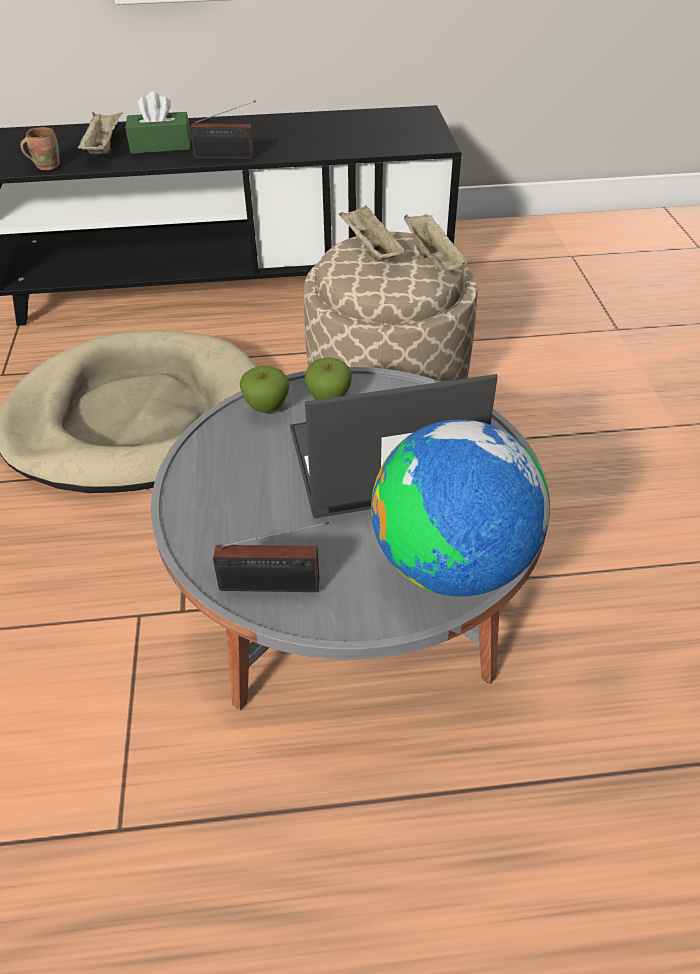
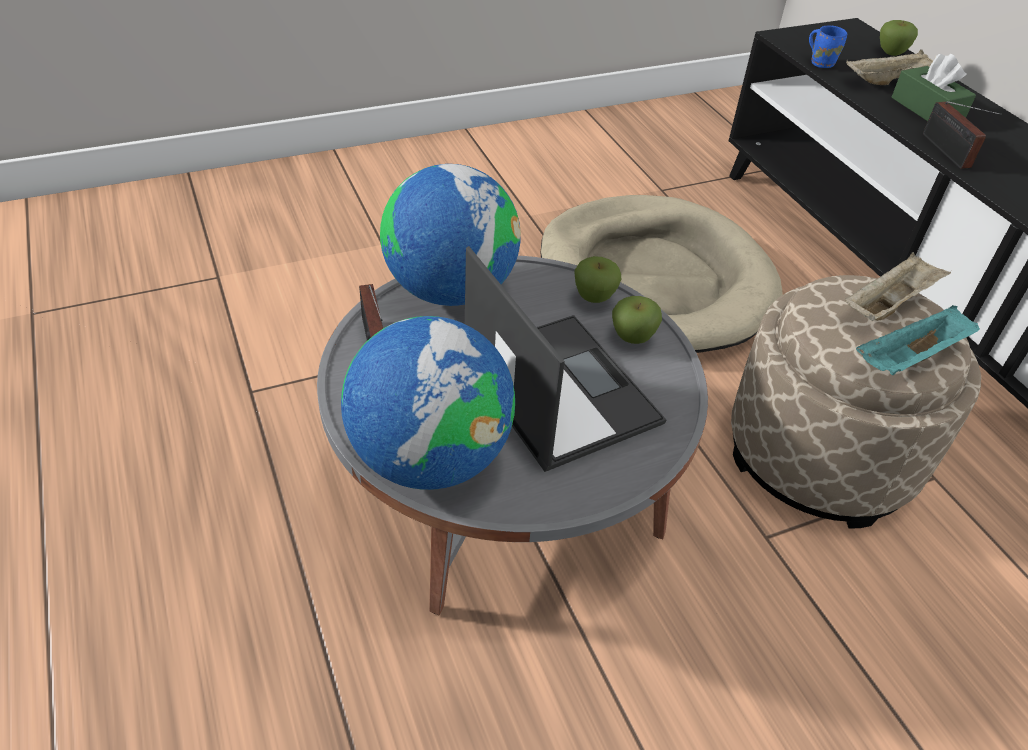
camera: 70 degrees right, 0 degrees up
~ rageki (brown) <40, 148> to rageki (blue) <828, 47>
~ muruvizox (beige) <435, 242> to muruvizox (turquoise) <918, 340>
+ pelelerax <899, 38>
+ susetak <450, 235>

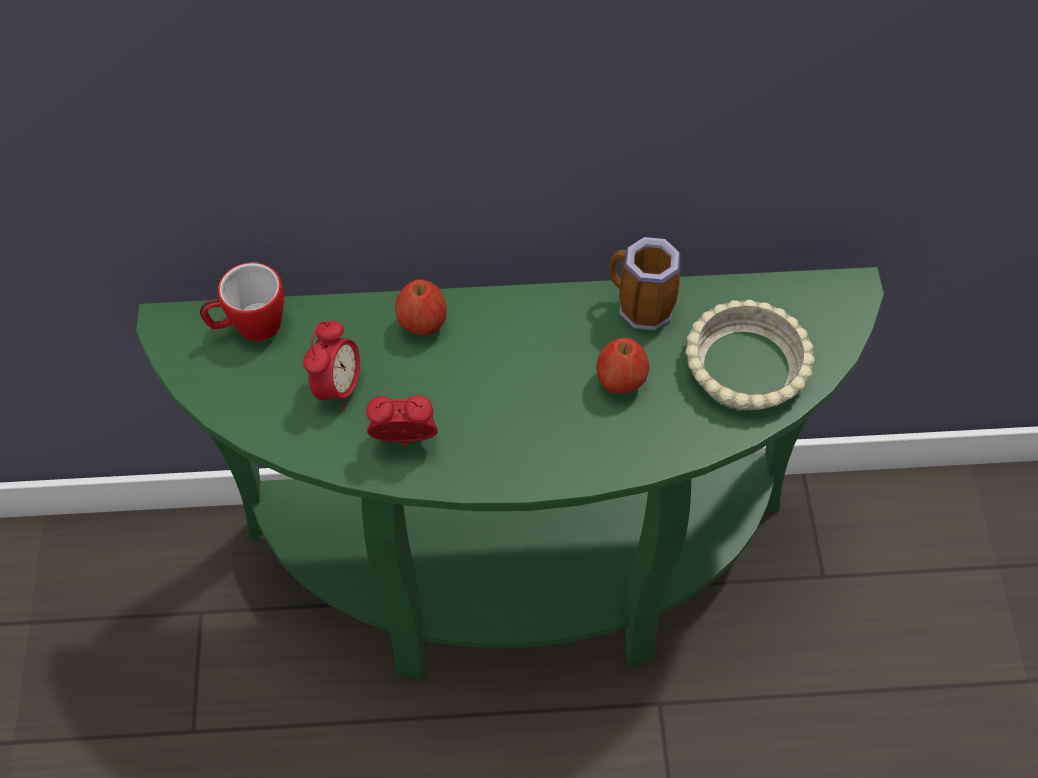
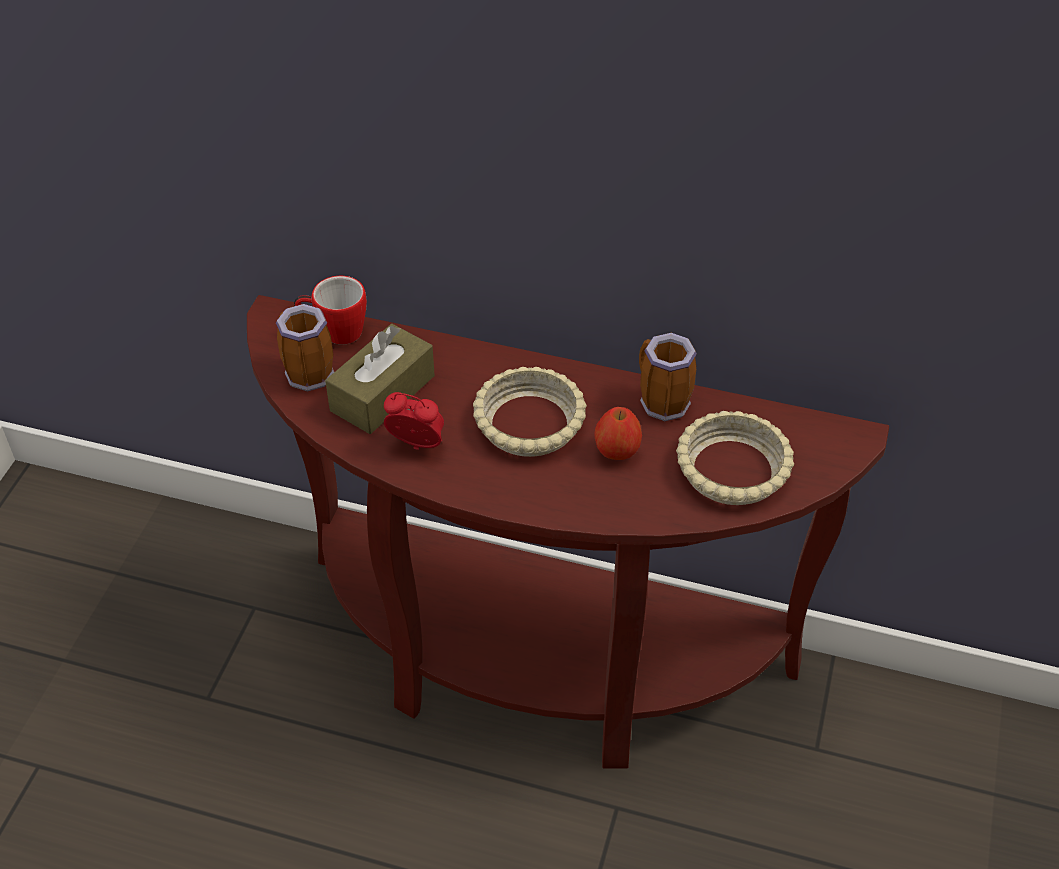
camera: 20 degrees right, 10 degrees down
~ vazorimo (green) <510, 473> to vazorimo (brown) <568, 531>
- pelelerax <421, 307>
~ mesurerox <332, 365> to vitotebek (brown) <380, 379>
+ rageki <305, 347>
+ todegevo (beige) <530, 412>

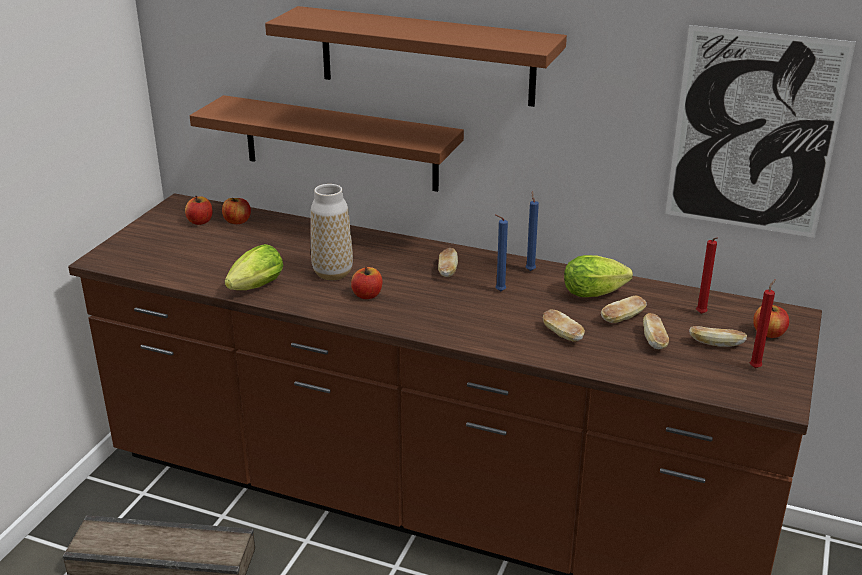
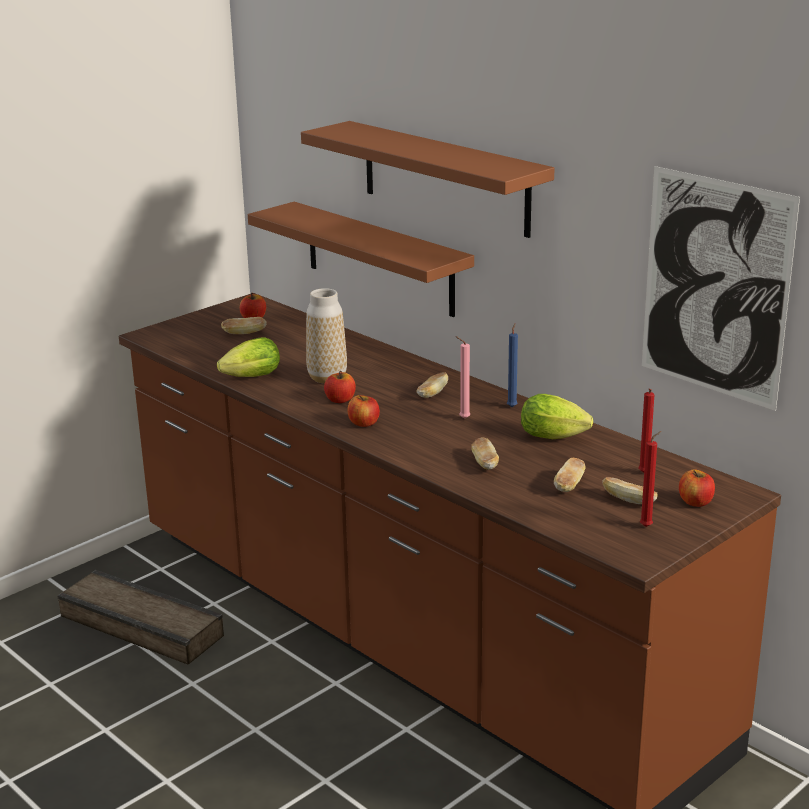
camera: 25 degrees right, 5 degrees down
~ pelelerax <236, 211> to <363, 411>
~ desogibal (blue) <501, 252> to desogibal (pink) <462, 377>
~ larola <624, 309> to <244, 325>

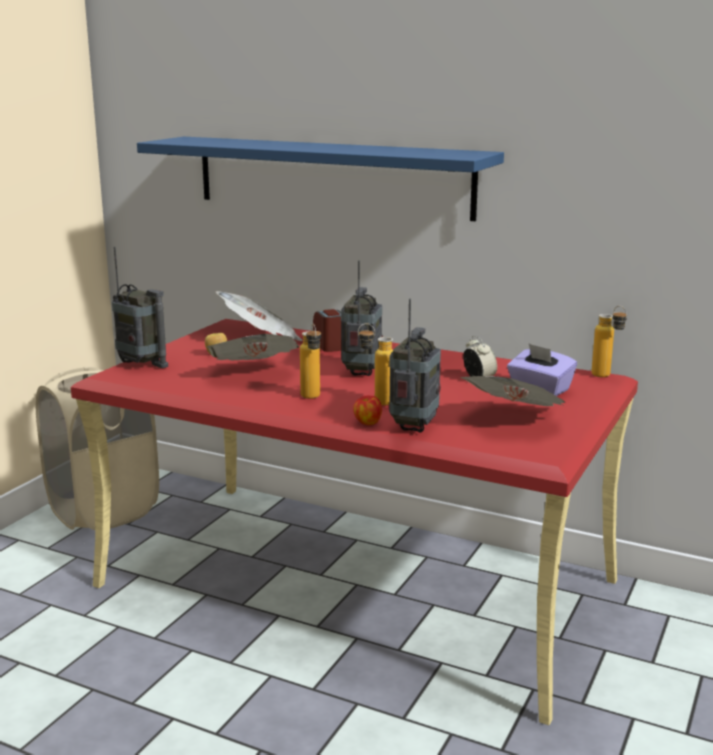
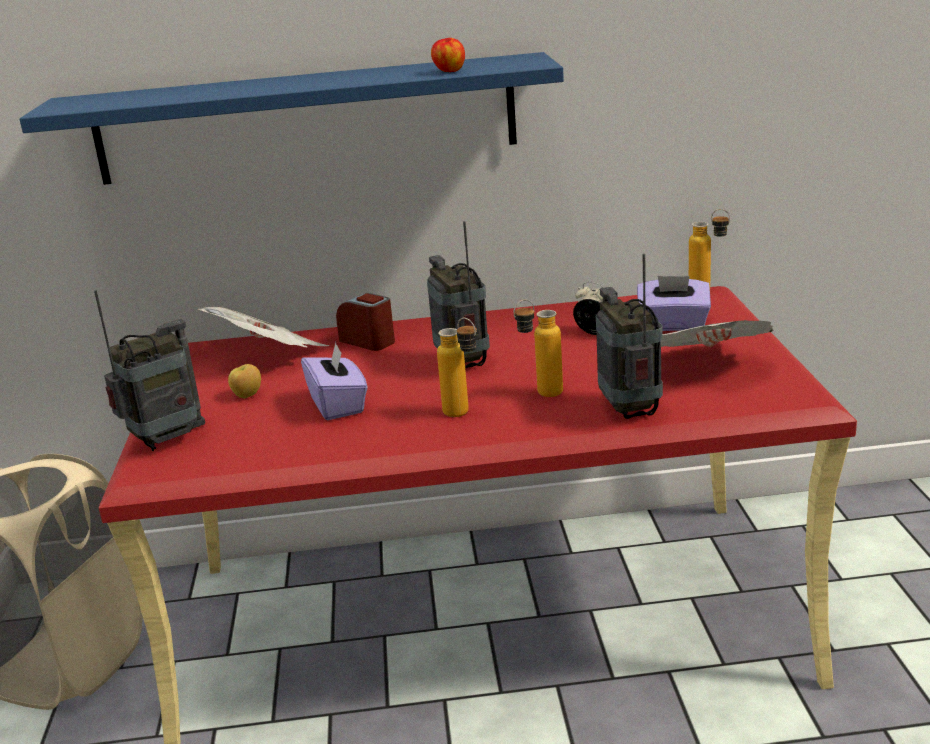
camera: 30 degrees left, 5 degrees up
~ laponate <140, 307> = <149, 370> 45 degrees counterclockwise
~ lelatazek <253, 347> to vitotebek (purple) <334, 381>
~ pelelerax <367, 411> to <448, 55>

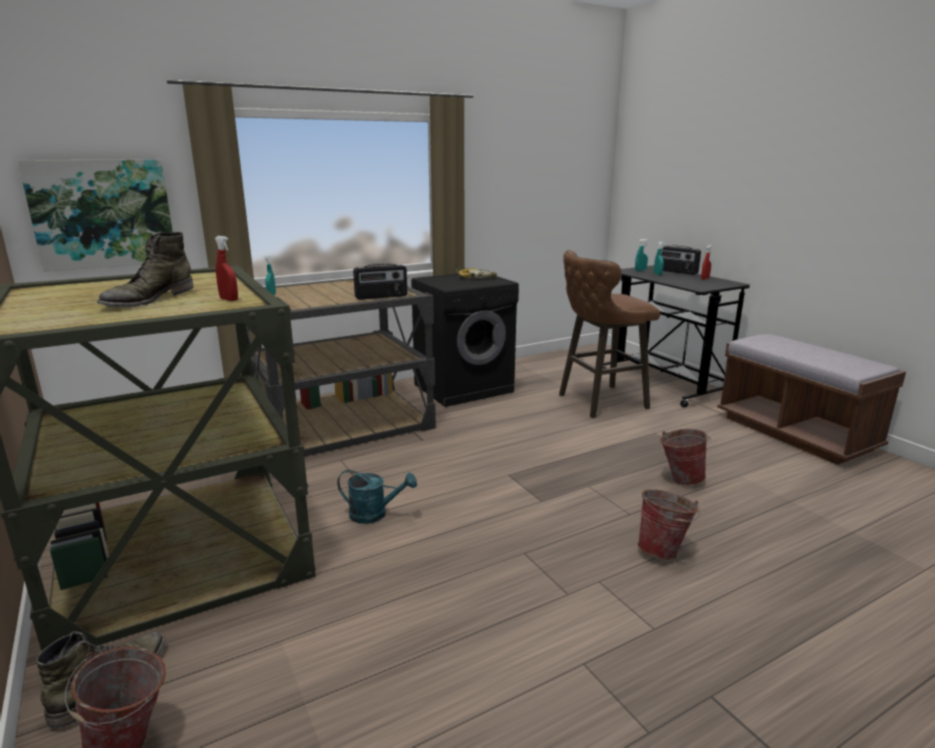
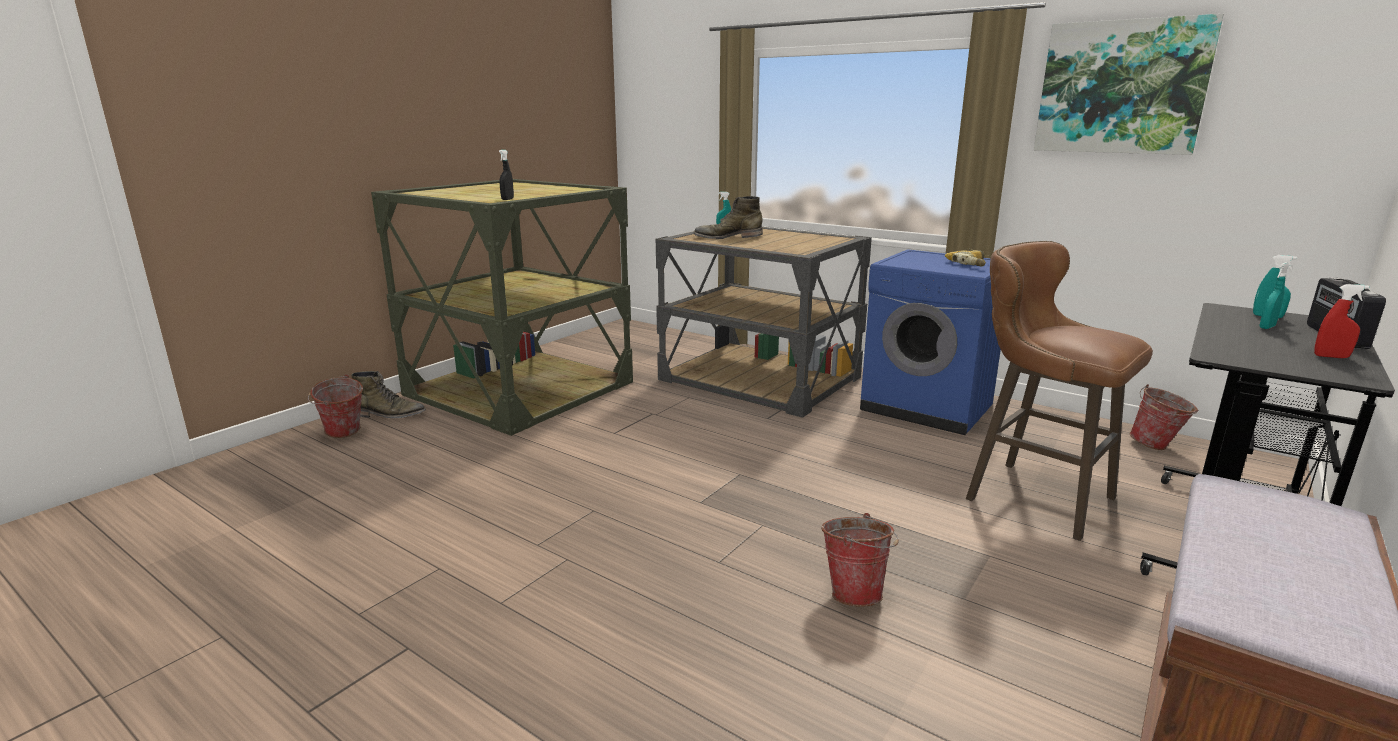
camera: 65 degrees right, 0 degrees up
~ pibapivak <95, 215> to <1129, 84>
~ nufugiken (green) <145, 269> to <728, 217>
~ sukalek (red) <226, 268> to sukalek (black) <506, 175>
- laponate <380, 282>
~ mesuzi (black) <465, 340> to mesuzi (blue) <930, 342>
- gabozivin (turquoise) <377, 497>
~ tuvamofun <669, 524> to <1163, 417>

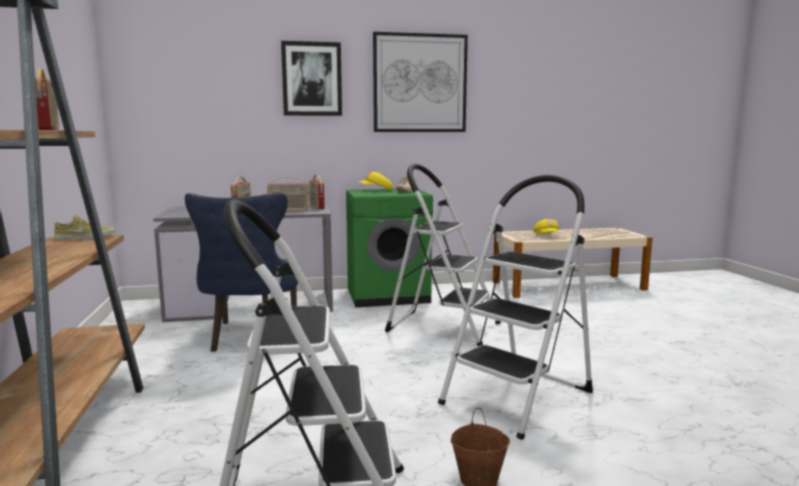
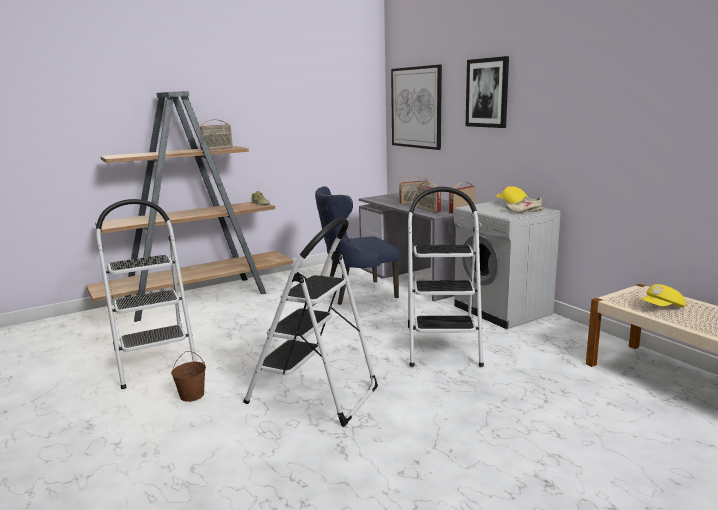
camera: 70 degrees right, 5 degrees up
~ pibapivak <420, 82> to <416, 107>
~ mesuzi (green) <389, 248> to mesuzi (white) <507, 264>

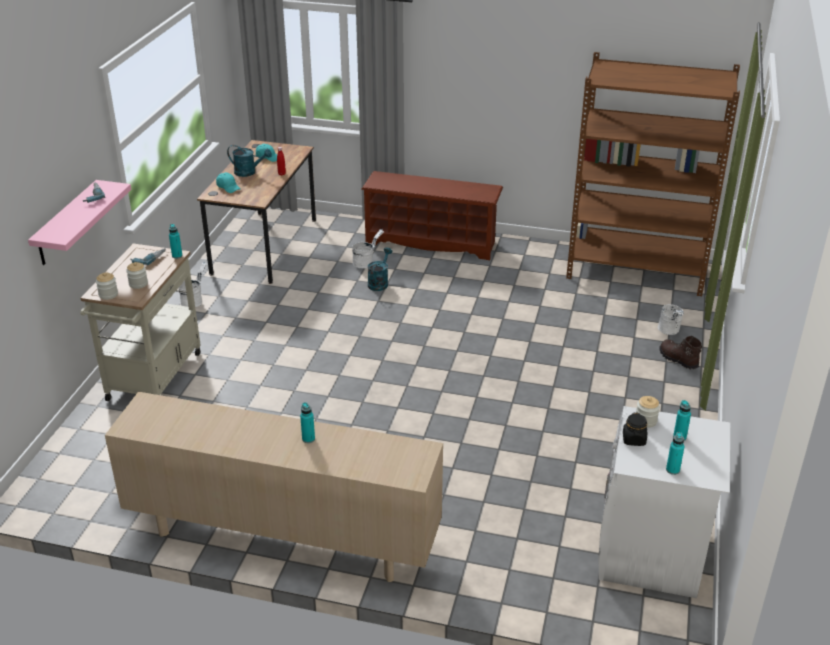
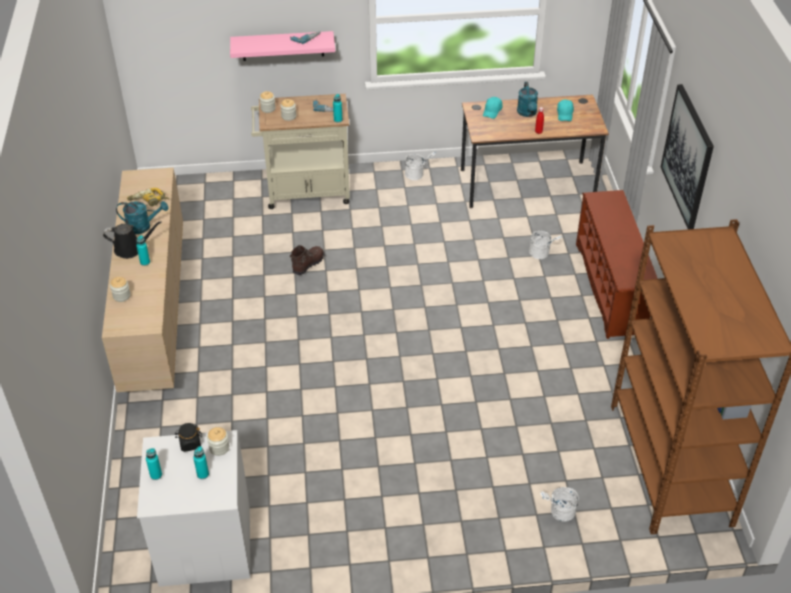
camera: 70 degrees right, 10 degrees up
~ gabozivin (turquoise) <380, 269> to <142, 217>
~ nufugiken (brown) <680, 352> to <307, 260>
+ pibapivak <687, 156>
+ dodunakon <148, 197>
+ gabozivin (black) <132, 240>
+ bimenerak <120, 289>

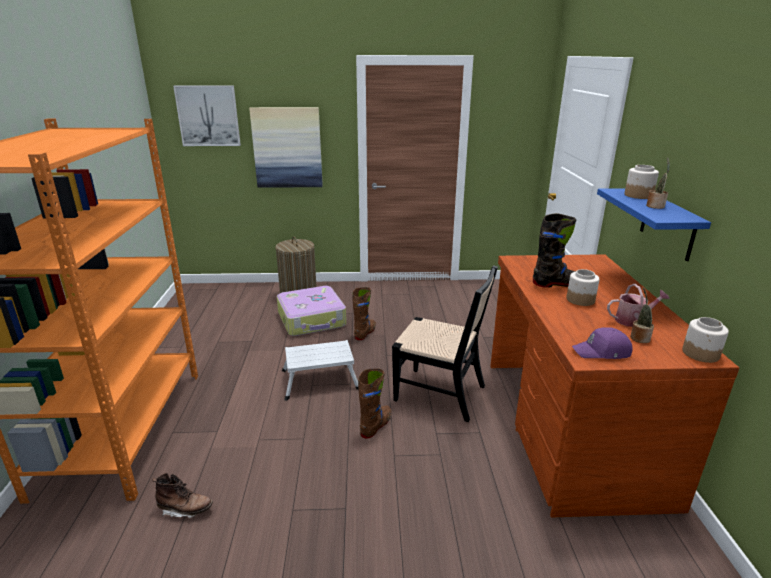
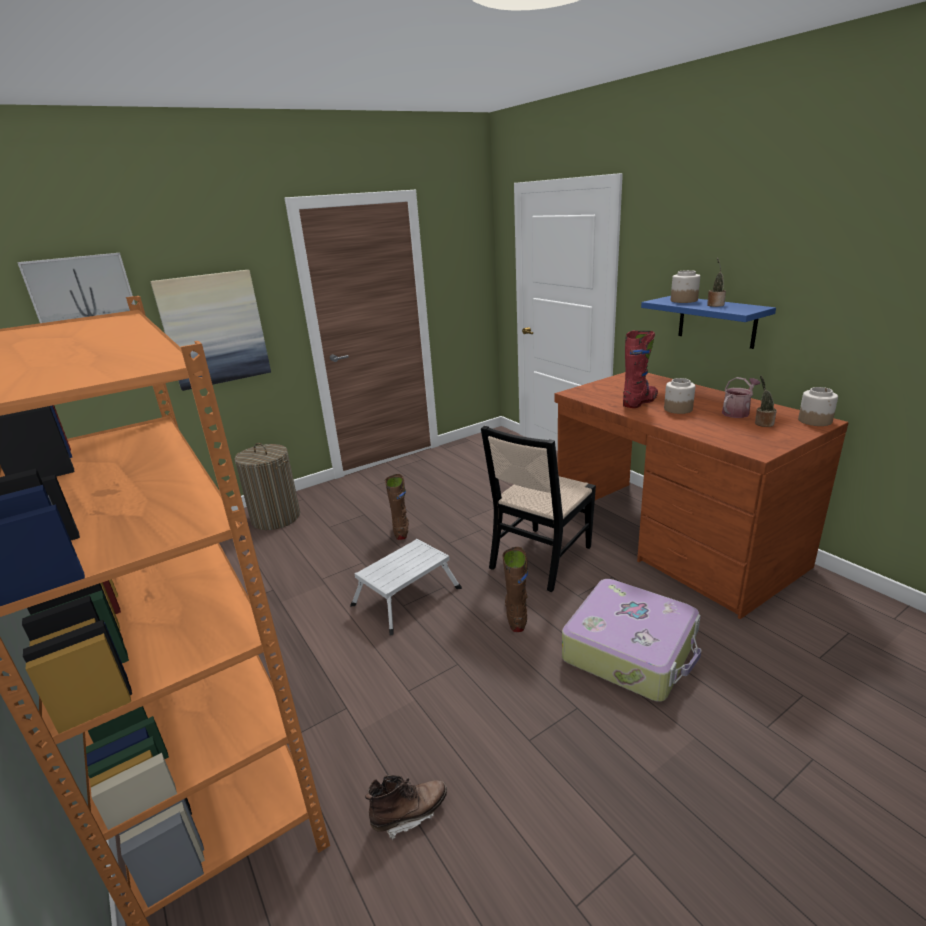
camera: 30 degrees left, 0 degrees up
~ nufugiken (black) <554, 250> to nufugiken (red) <640, 369>
~ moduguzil <445, 343> = <538, 509> 135 degrees clockwise
~ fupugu <312, 311> to <632, 640>
- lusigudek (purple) <602, 343>

